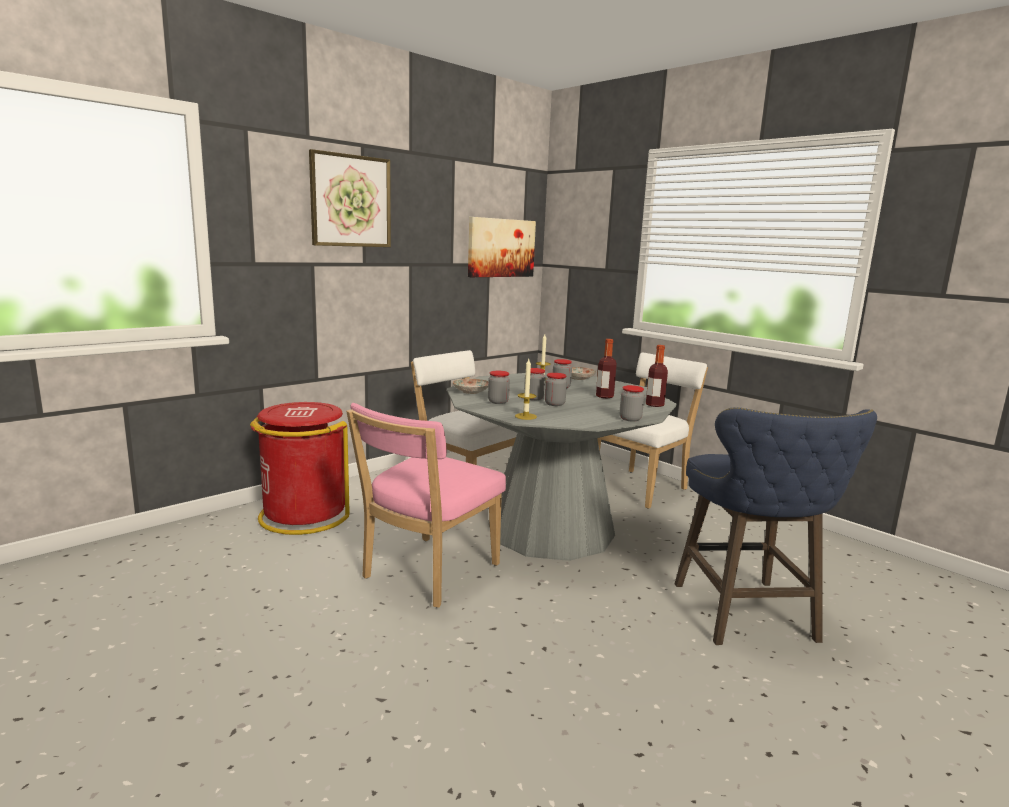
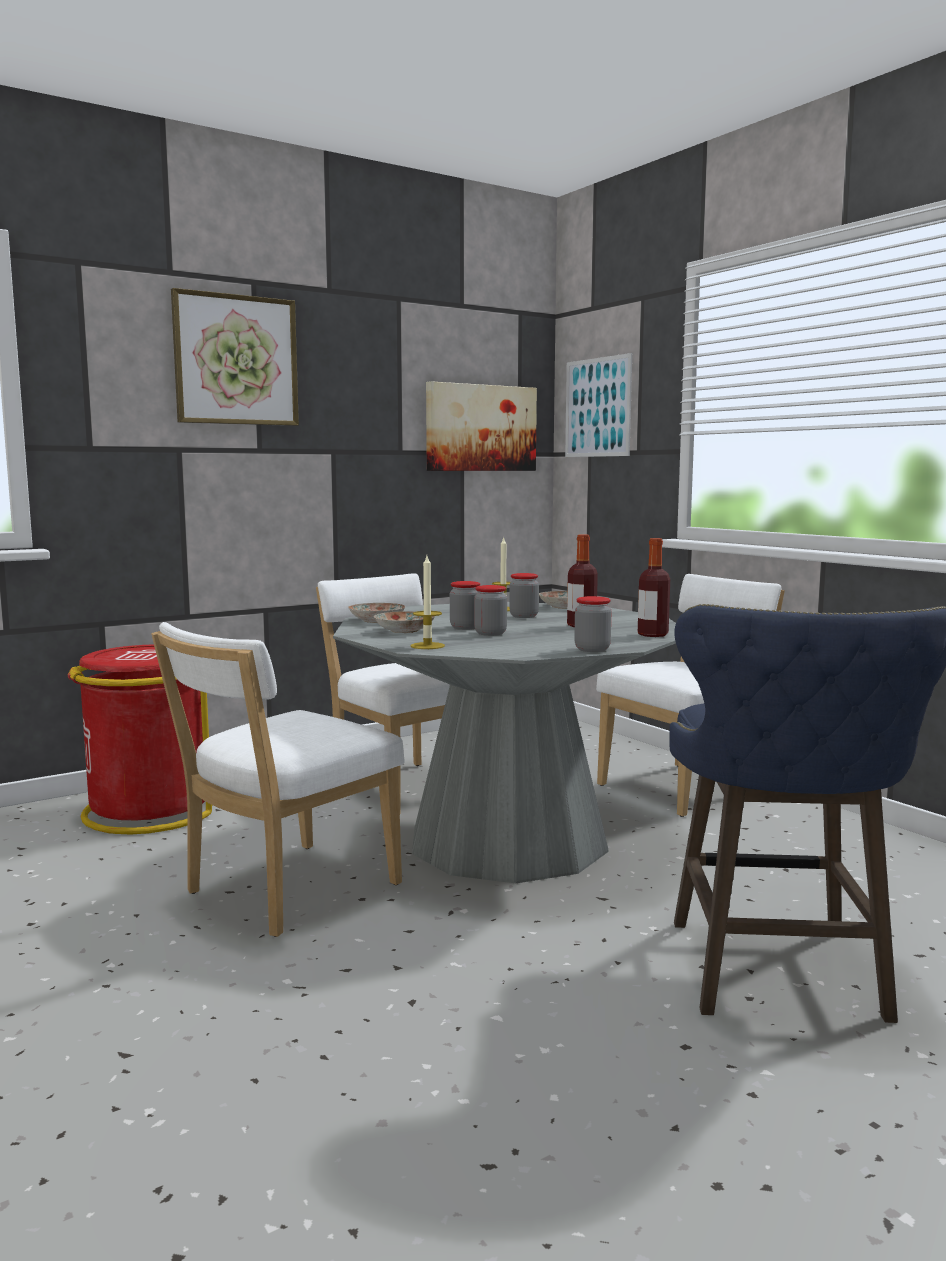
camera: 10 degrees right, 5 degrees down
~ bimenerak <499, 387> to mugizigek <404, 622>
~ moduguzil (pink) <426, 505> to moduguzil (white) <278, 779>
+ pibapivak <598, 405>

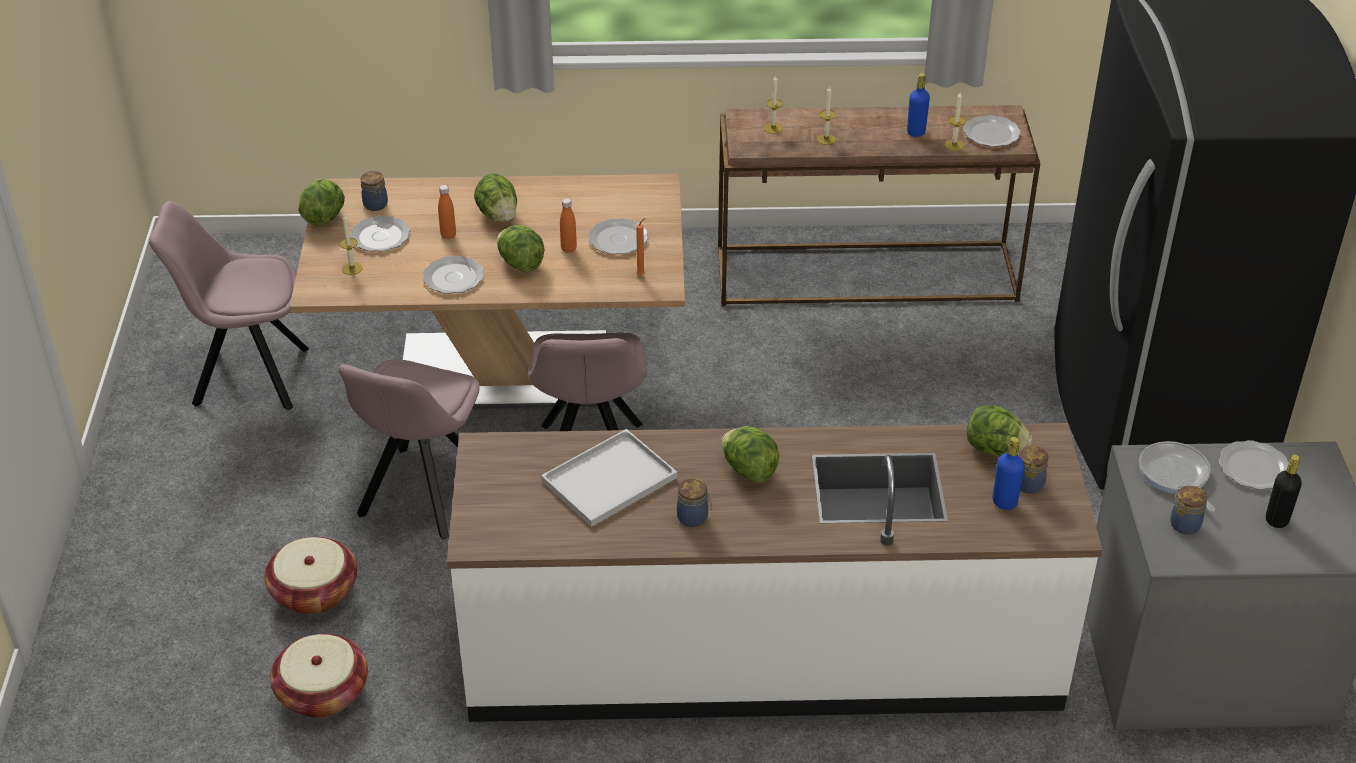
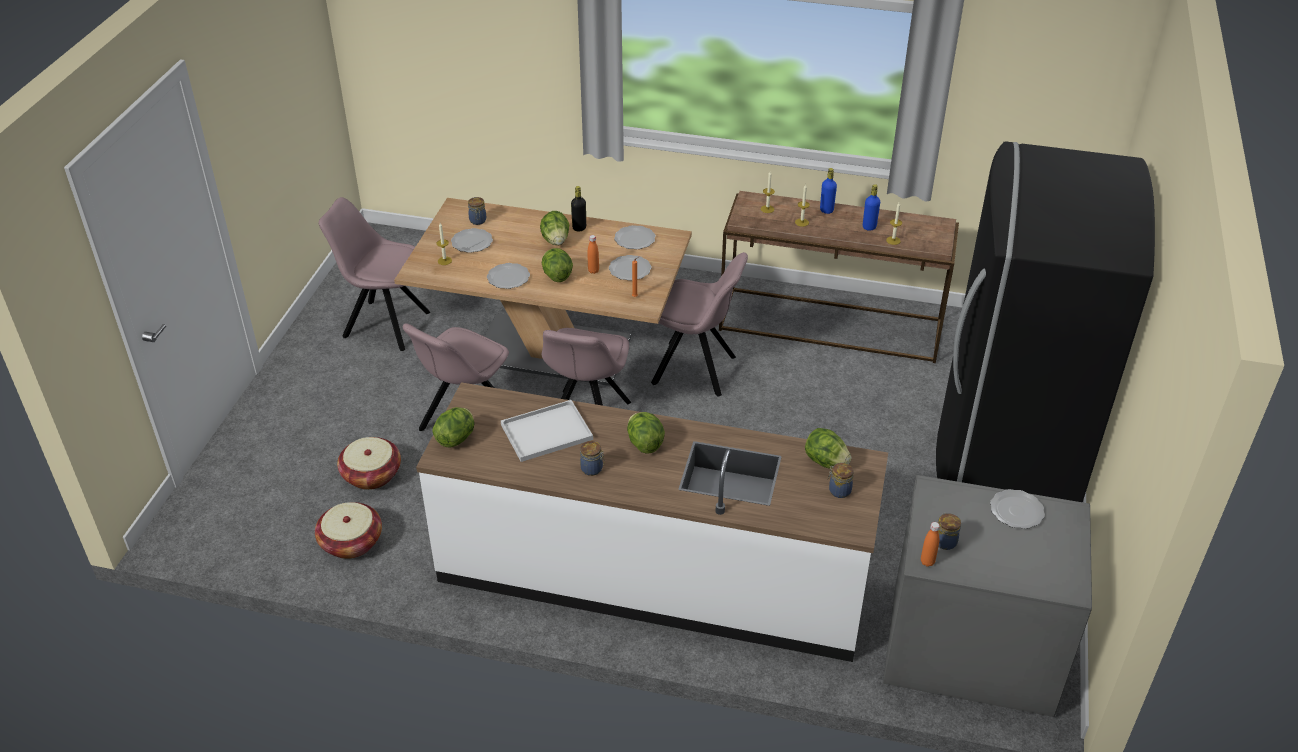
camera: 15 degrees right, 0 degrees up
~ mugizigek <992, 131> to <635, 237>
~ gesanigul <321, 202> to <453, 427>
~ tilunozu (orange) <447, 212> to <930, 544>
~ tilunozu (blue) <1009, 473> to <828, 191>
- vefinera <1177, 476>
~ tilunozu (black) <1284, 491> to <578, 209>
+ moduguzil (pink) <699, 324>

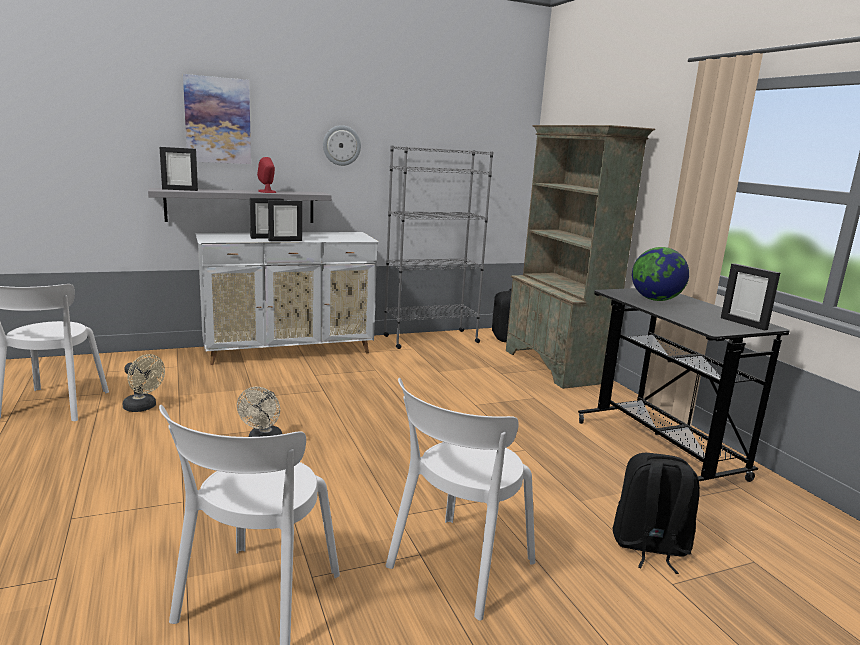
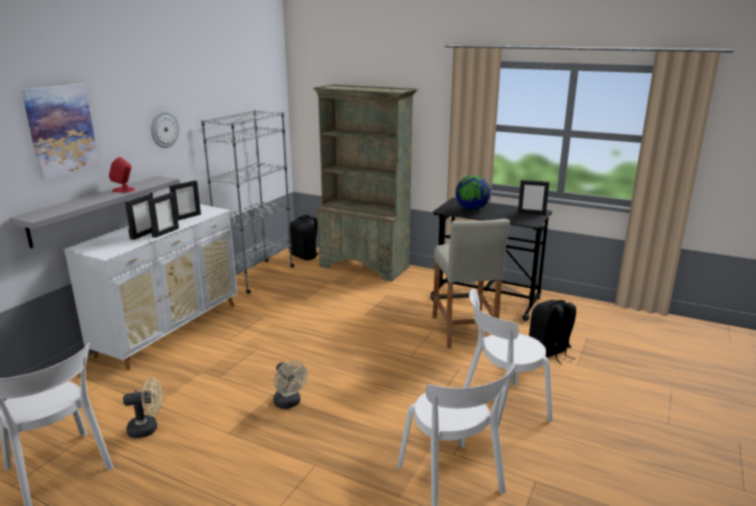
camera: 40 degrees left, 5 degrees up
~ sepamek <178, 169> to <185, 200>
~ moduguzil (white) <460, 499> = <508, 358> 75 degrees clockwise
+ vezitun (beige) <471, 284>

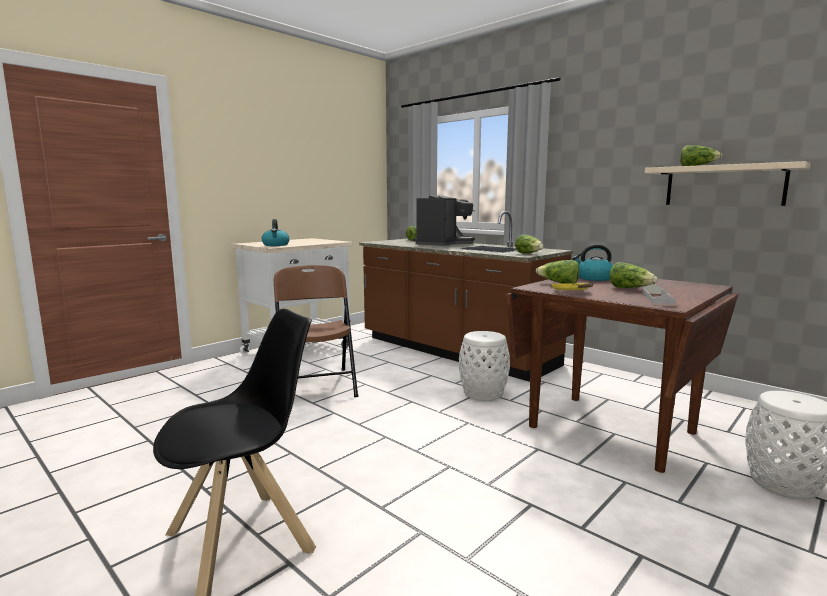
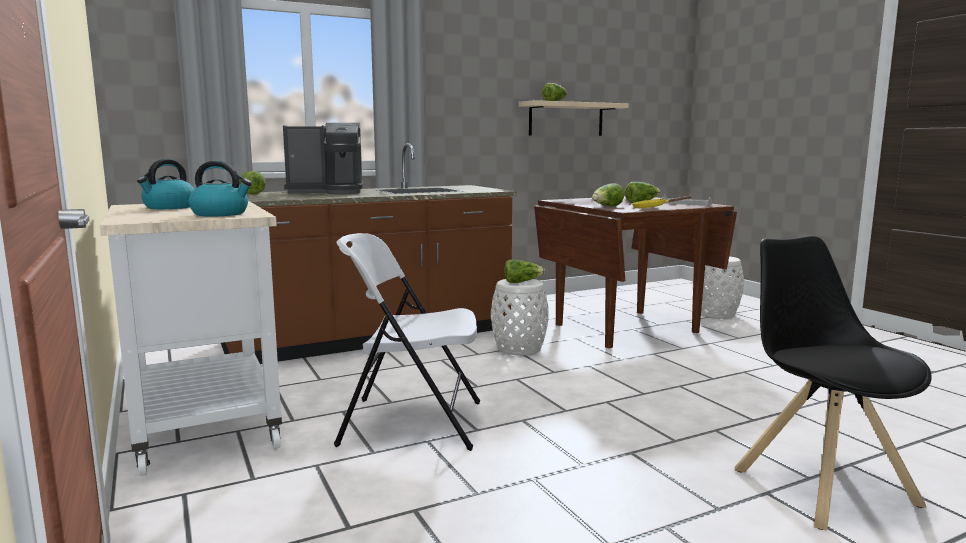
camera: 70 degrees left, 0 degrees up
~ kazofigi <444, 220> = <323, 158> 120 degrees clockwise
~ gesanigul <529, 244> to <524, 271>
~ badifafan <592, 262> to <165, 184>
~ moduguzil (brown) <316, 331> to moduguzil (white) <407, 342>

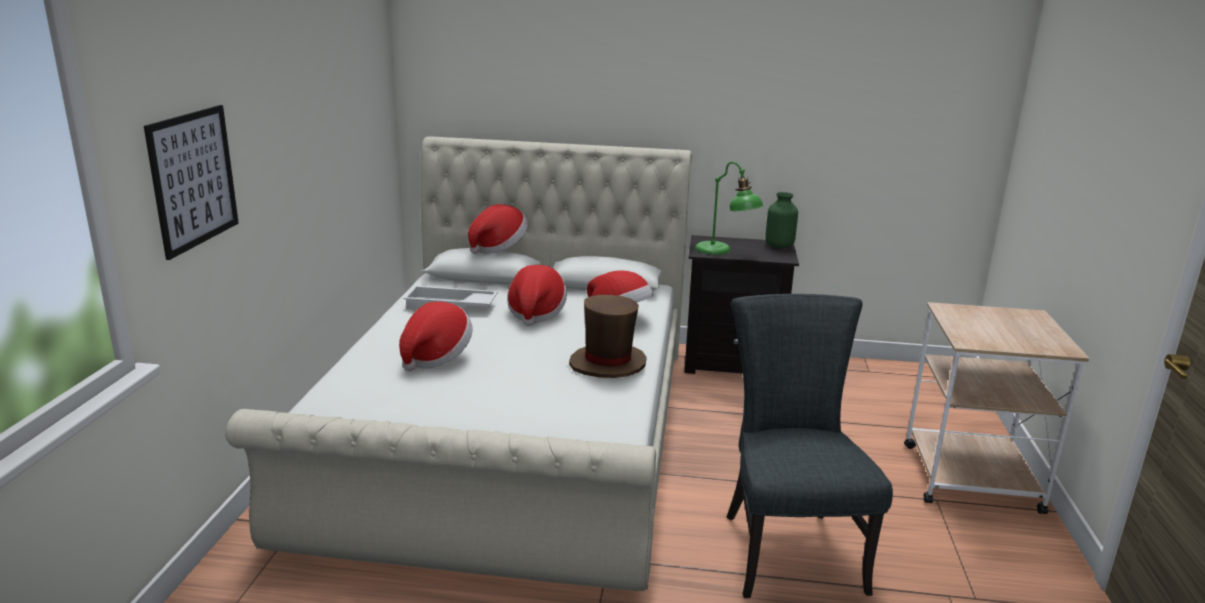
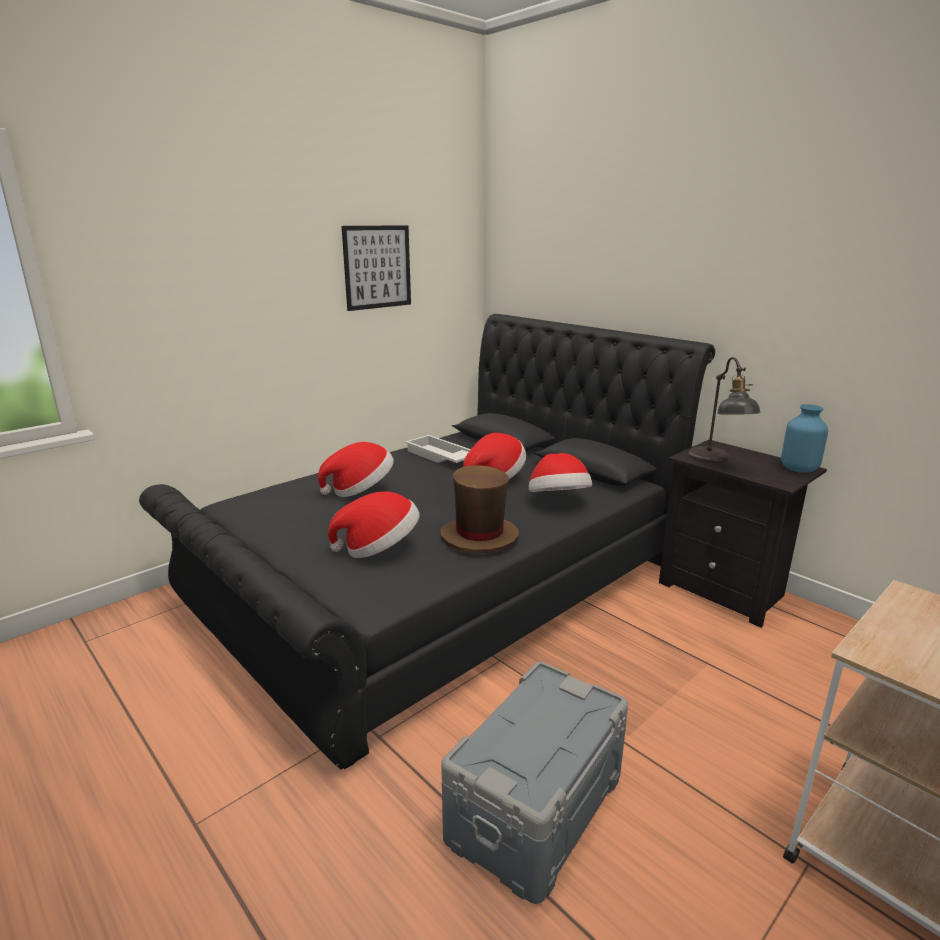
camera: 40 degrees right, 0 degrees up
~ pibapivak <191, 182> to <376, 268>
~ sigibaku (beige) <458, 363> to sigibaku (black) <427, 542>
~ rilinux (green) <729, 208> to rilinux (grey) <724, 410>
~ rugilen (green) <781, 220> to rugilen (blue) <804, 438>
~ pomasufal <498, 229> to <373, 524>
~ moduguzil (grey) <810, 446> to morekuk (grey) <534, 783>

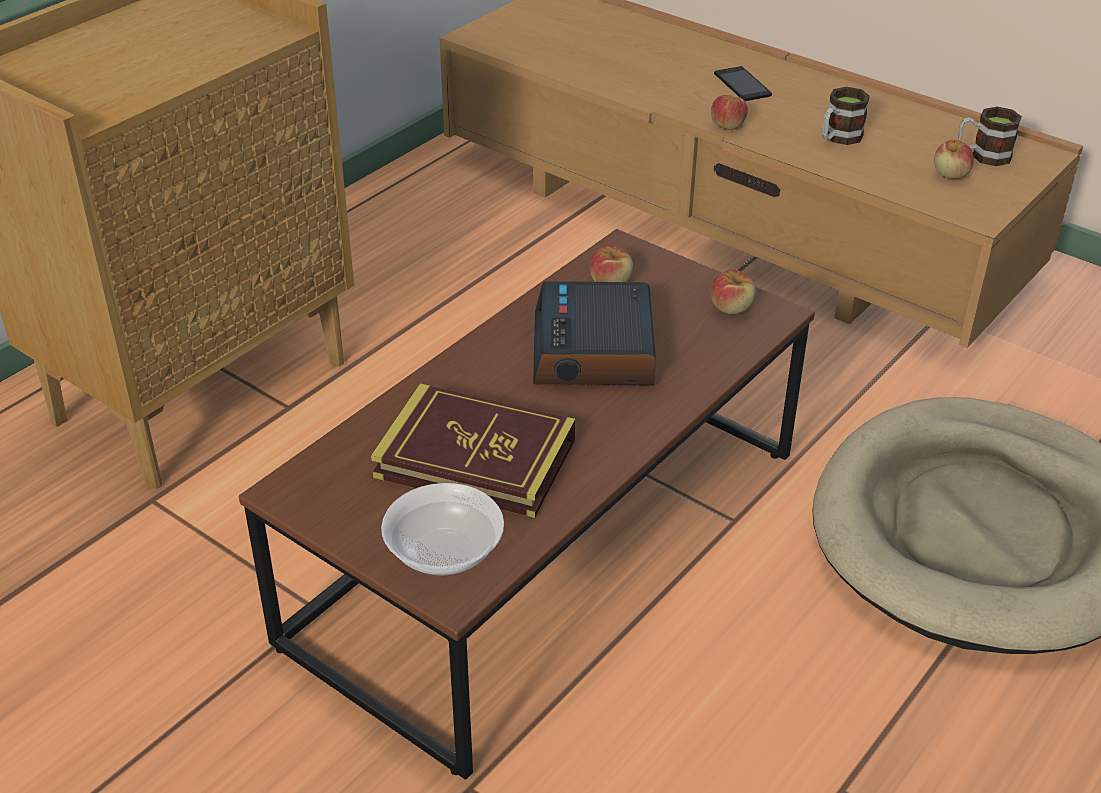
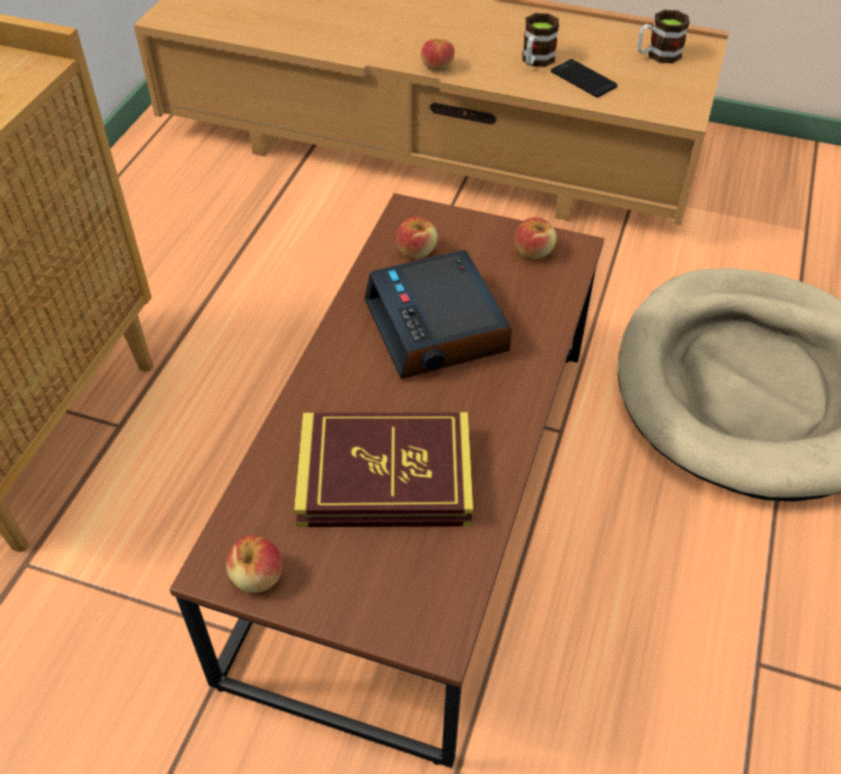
camera: 20 degrees left, 10 degrees up
~ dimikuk <743, 83> to <584, 78>
~ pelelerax <954, 159> to <254, 564>
- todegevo <442, 529>

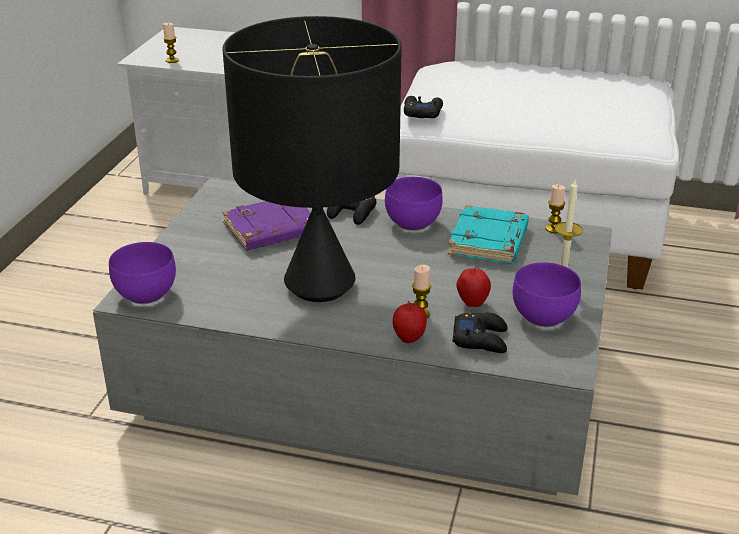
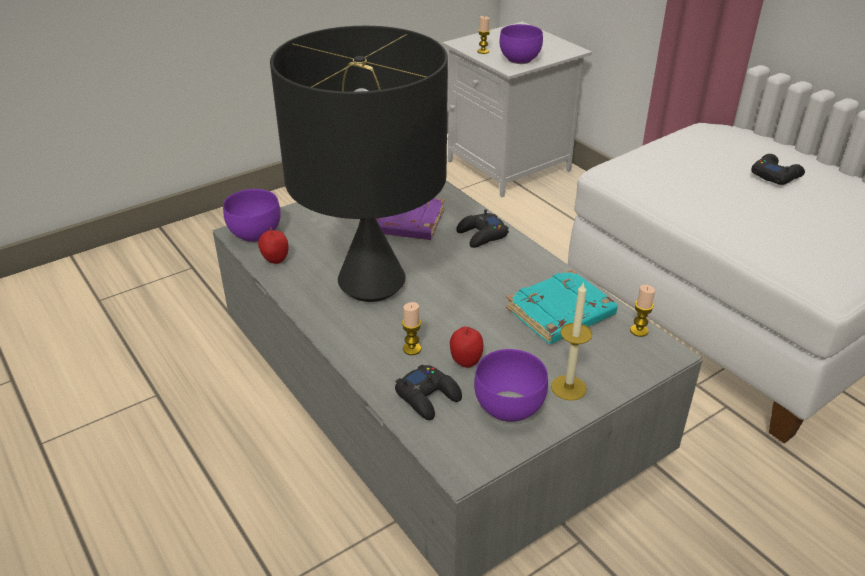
camera: 40 degrees right, 5 degrees up
~ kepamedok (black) <423, 107> to <778, 169>
~ todegevo (purple) <414, 204> to <521, 44>
~ pelelerax <410, 322> to <273, 245>

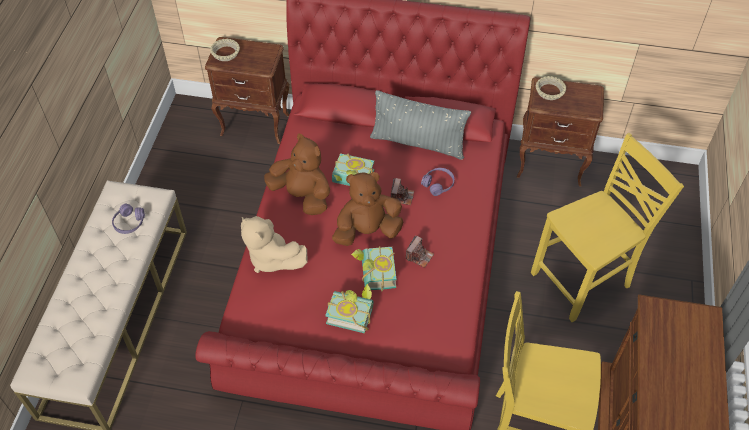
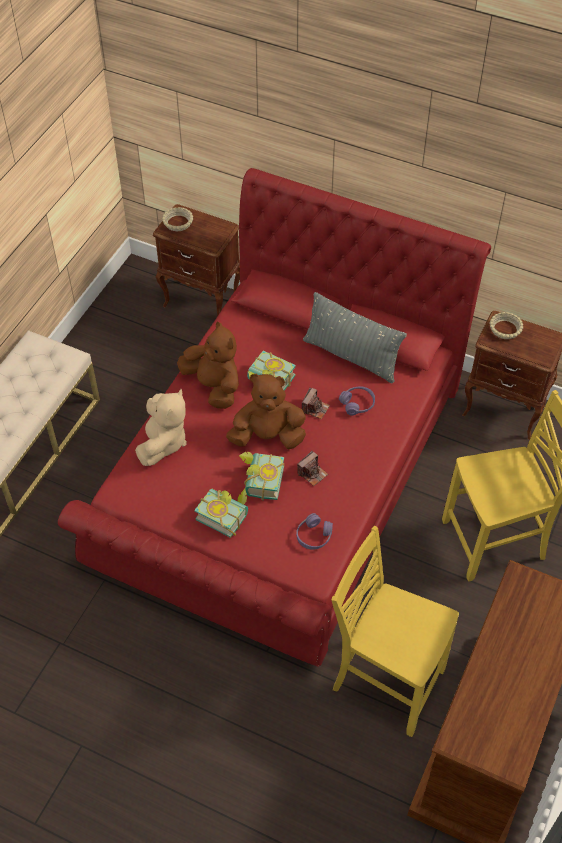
camera: 15 degrees right, 0 degrees up
~ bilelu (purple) <128, 218> to <314, 531>
~ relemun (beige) <274, 244> = <161, 427> 135 degrees counterclockwise

